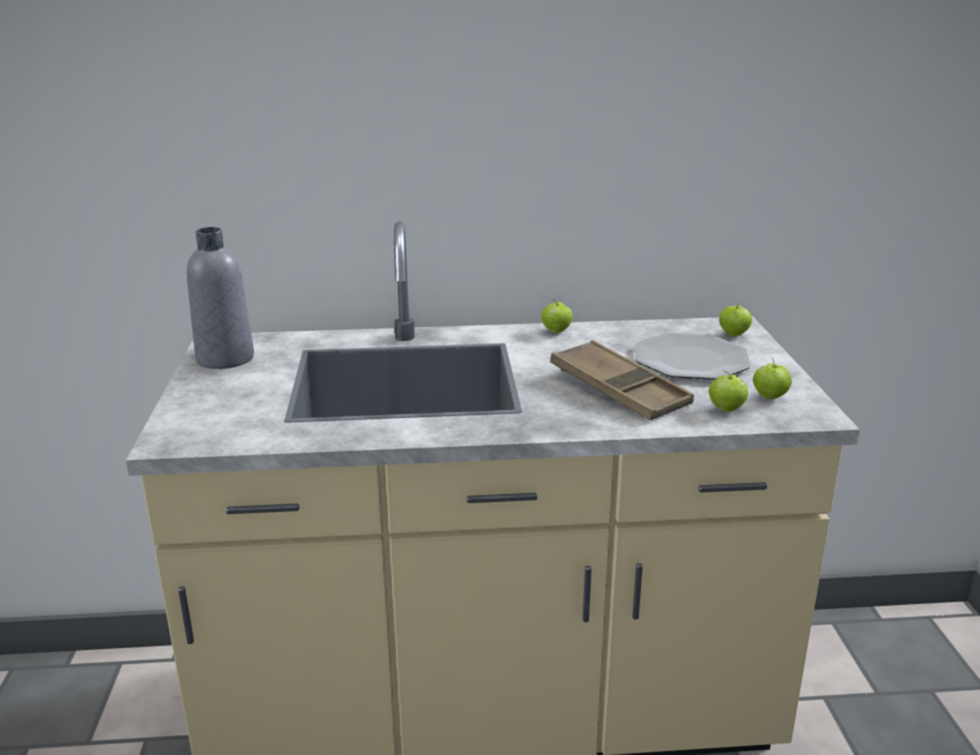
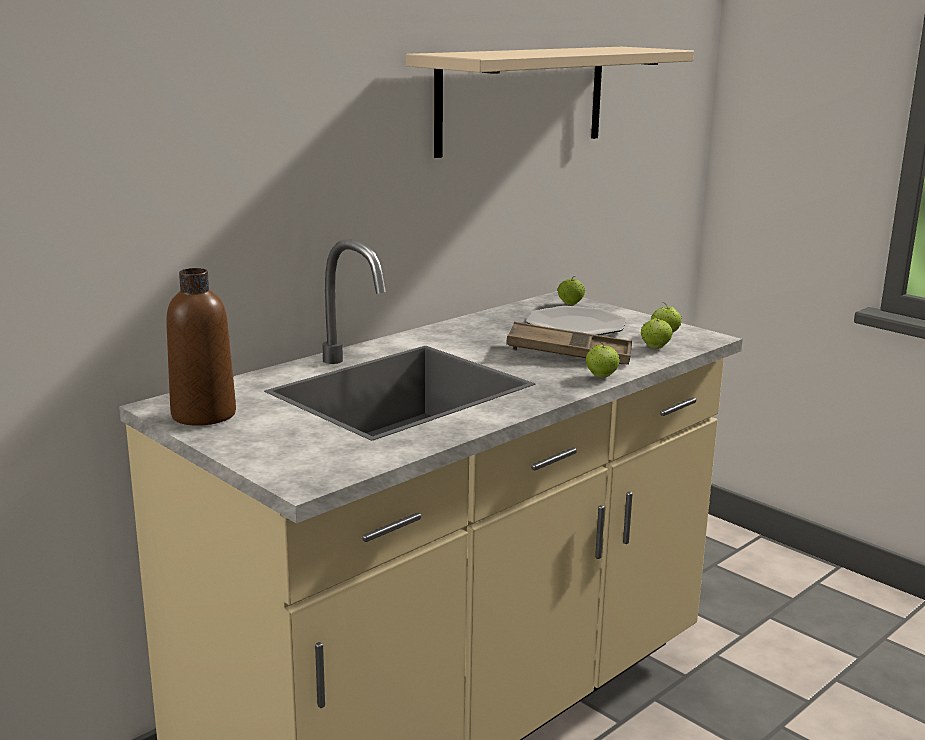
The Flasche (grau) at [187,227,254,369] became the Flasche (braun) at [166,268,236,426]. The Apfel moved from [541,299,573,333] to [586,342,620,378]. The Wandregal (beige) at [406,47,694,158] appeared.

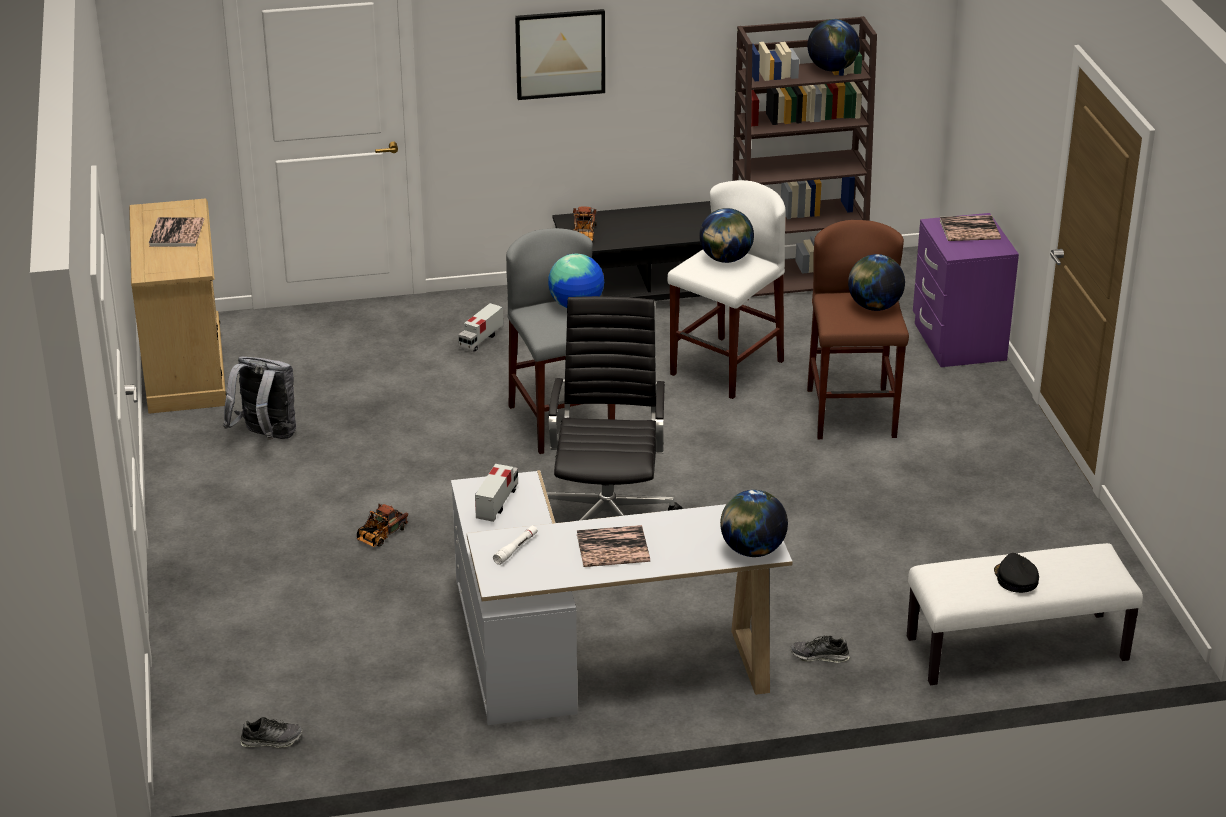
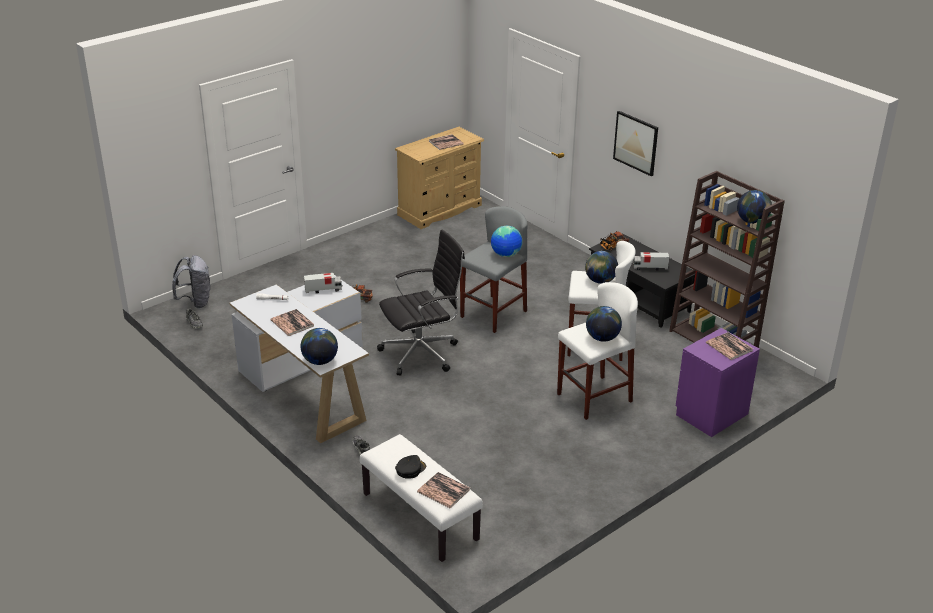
The Hocker (braun) at [807,220,909,439] became the Hocker (weiß) at [557,282,638,420]. The Spielzeuglaster moved from [458,303,503,352] to [633,252,669,271]. The Rucksack (grau) moved from [223,357,296,440] to [172,255,210,308]. The Buch at [417,472,470,508] appeared.

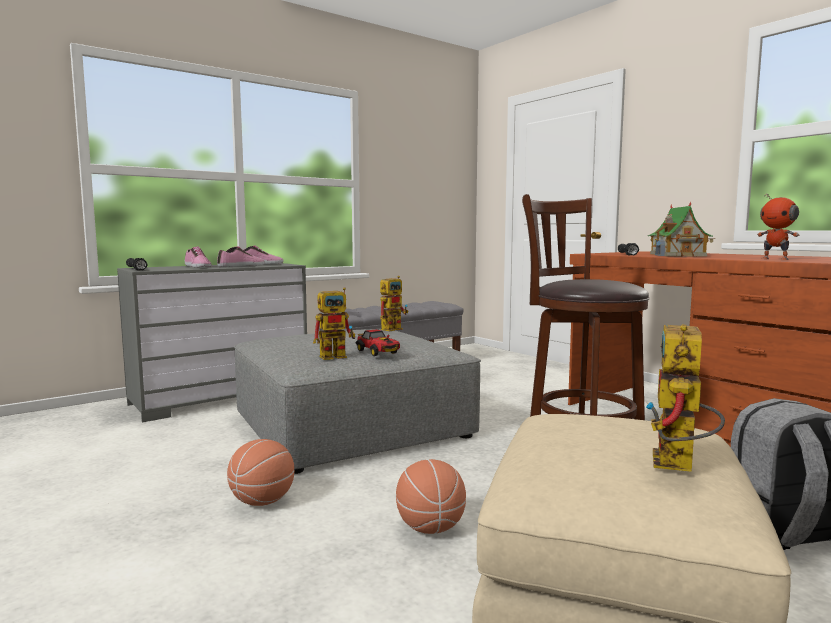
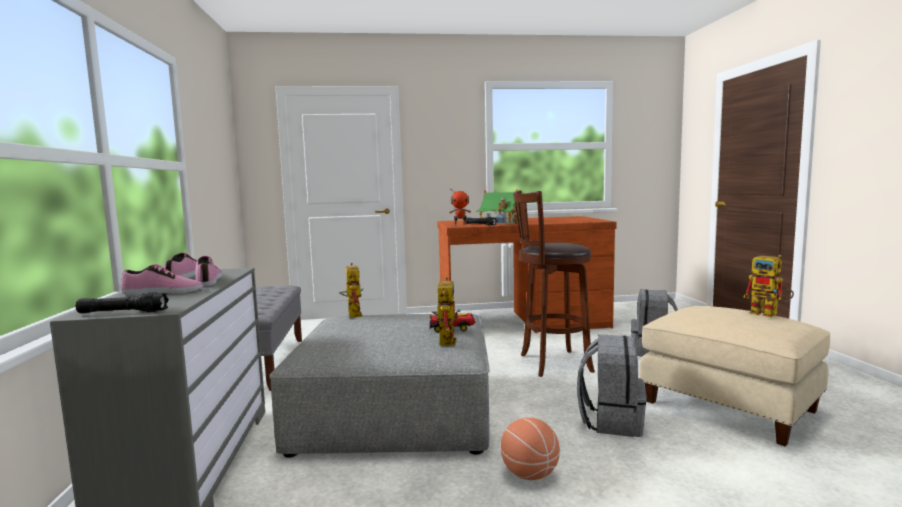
The Spielzeugroboter moved from [757,193,799,260] to [449,188,471,226]. The Basketball at [396,459,466,534] was replaced by the Rucksack (grau) at [577,334,647,437].

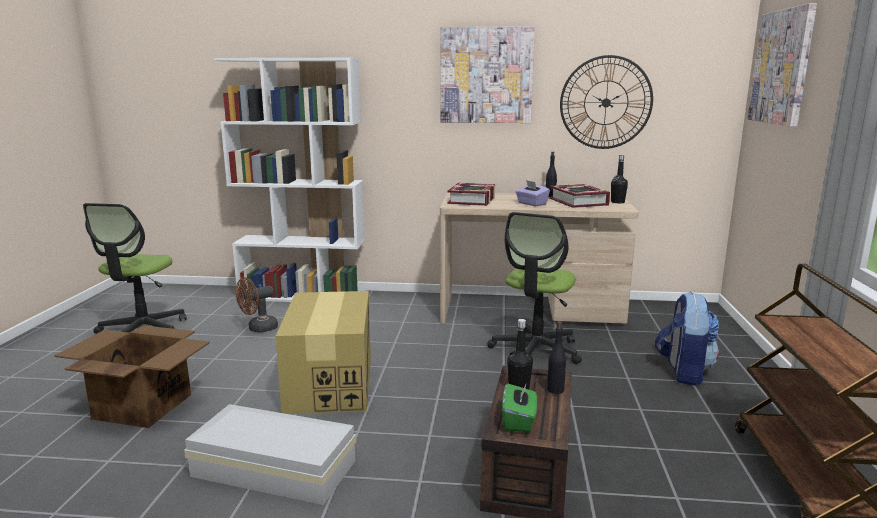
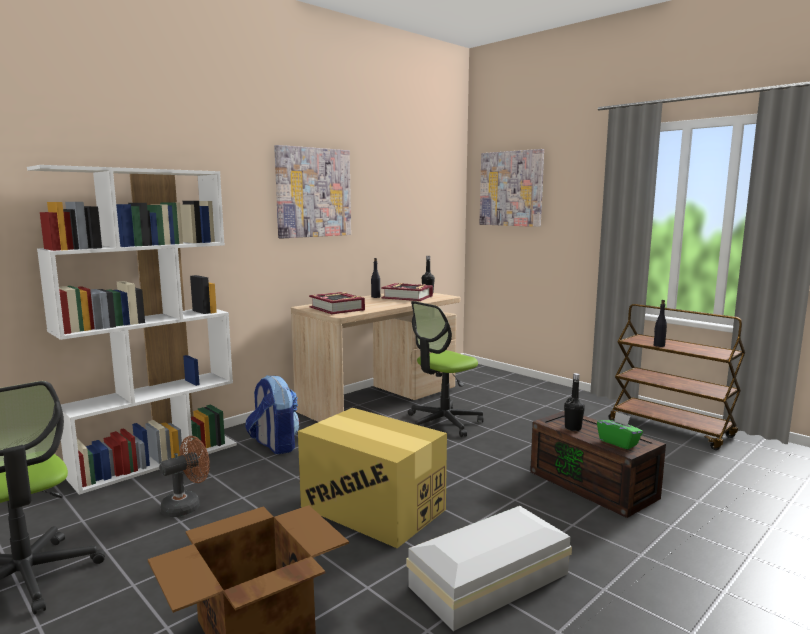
The Wanduhr at [560,55,653,149] disappeared. The Taschentuchbox (lila) at [516,180,550,206] disappeared. The Bürostuhl at [487,212,582,364] turned 75 degrees clockwise. The Ventilator (braun) at [236,277,278,332] turned 135 degrees counterclockwise. The Rucksack moved from [655,292,719,385] to [245,375,299,454]. The Flasche (schwarz) moved from [547,321,566,394] to [654,300,667,347].

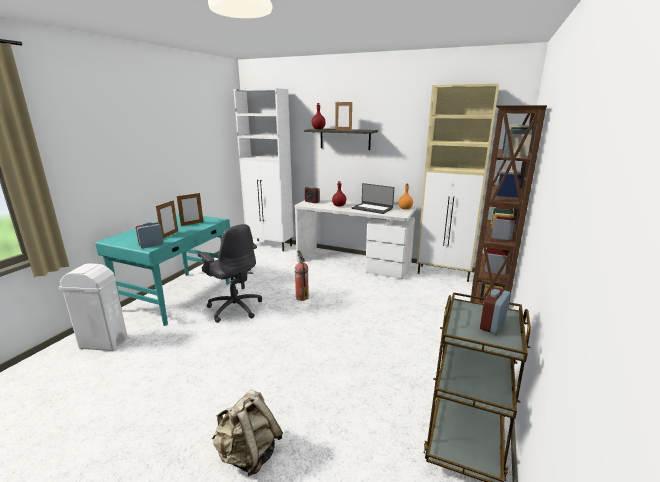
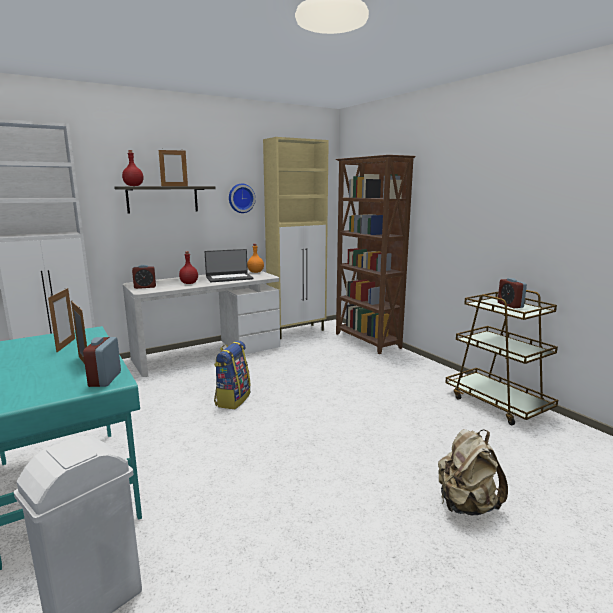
The Bürostuhl (grau) at [198,224,262,323] disappeared. The Feuerlöscher at [295,250,309,301] was replaced by the Rucksack at [214,340,250,409]. The Wanduhr at [229,184,256,213] appeared.

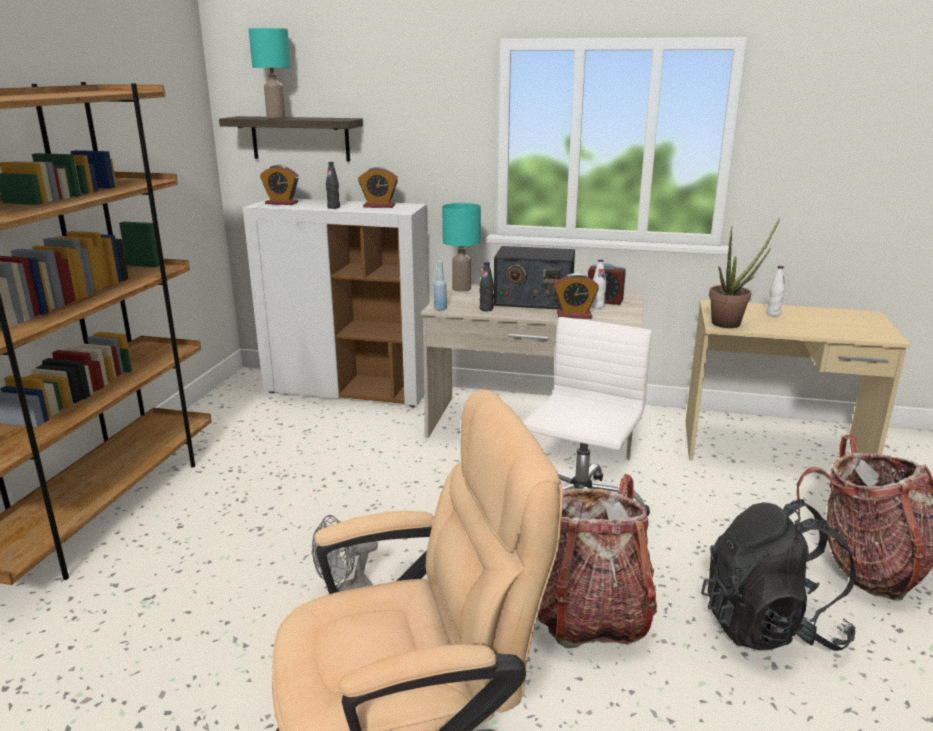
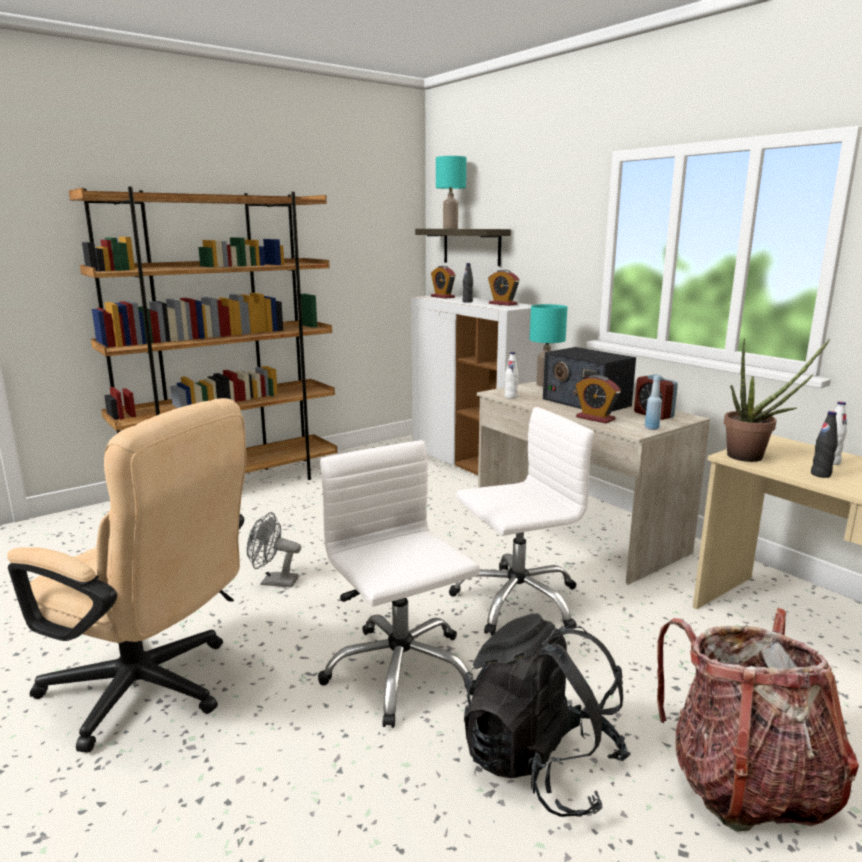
The Flasche (weiß) moved from [591,259,606,309] to [505,352,519,399]. The Flasche (blau) moved from [434,261,447,310] to [645,375,662,430]. The Flasche (schwarz) moved from [480,261,494,311] to [811,411,838,478]. The Rucksack at [538,474,657,648] was replaced by the Bürostuhl (weiß) at [318,440,480,728].

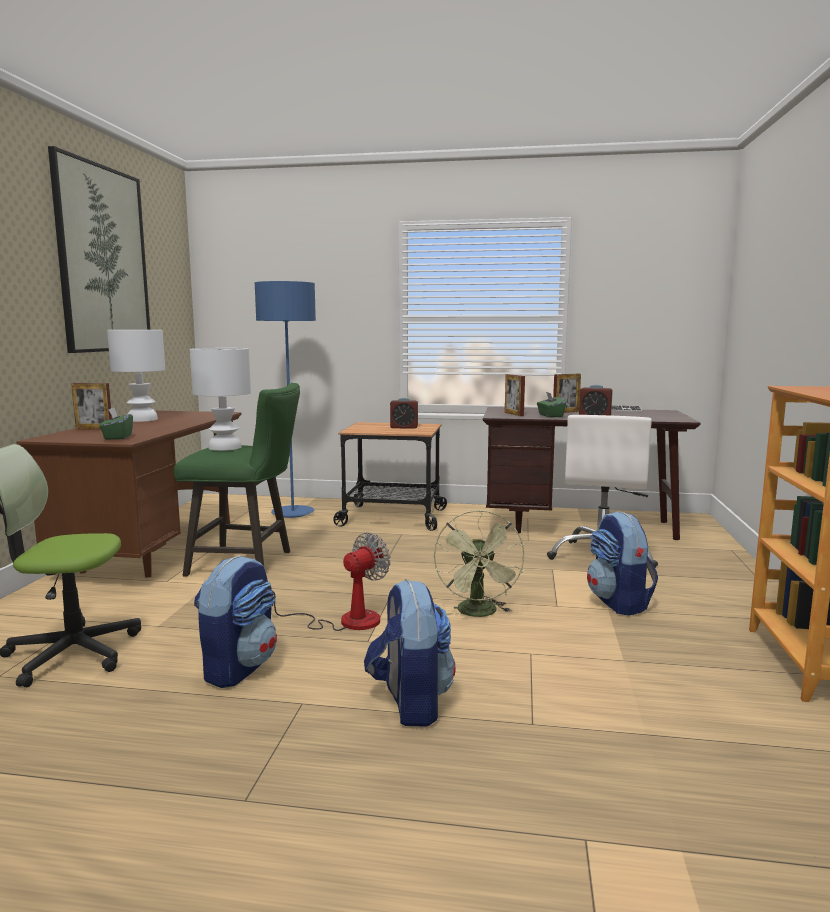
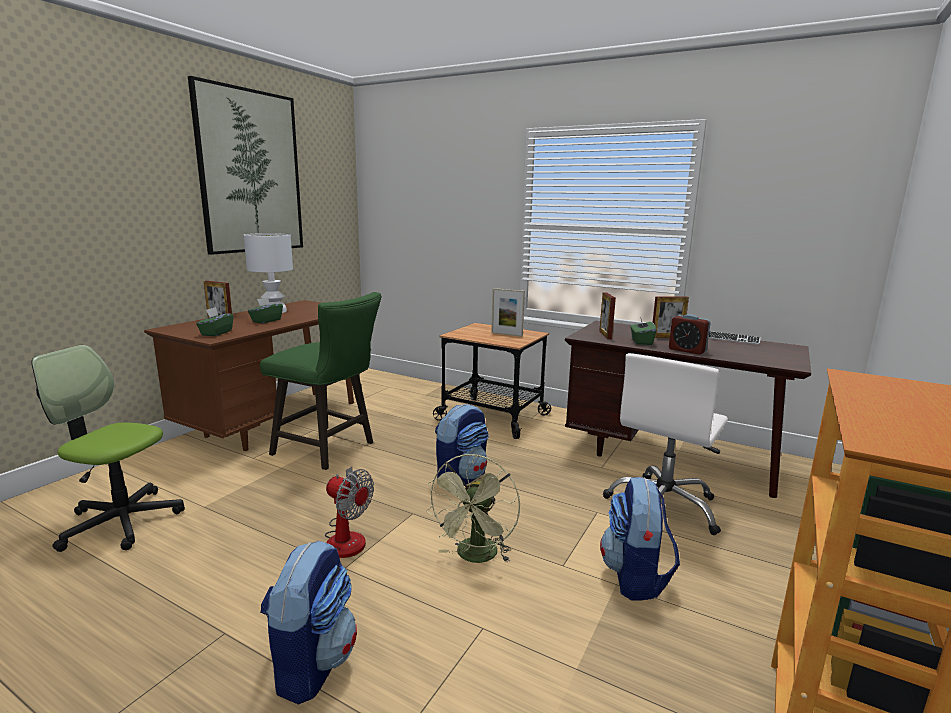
The Stehlampe (blau) at [255,281,316,518] disappeared. The Tischlampe (weiß) at [190,348,251,451] disappeared. The Wecker at [390,398,418,428] was replaced by the Bilderrahmen at [491,288,525,337]. The Ventilator at [272,532,391,631] turned 60 degrees clockwise. The Rucksack moved from [194,555,277,688] to [435,403,489,485]. The Taschentuchbox (grün) at [248,297,283,323] appeared.

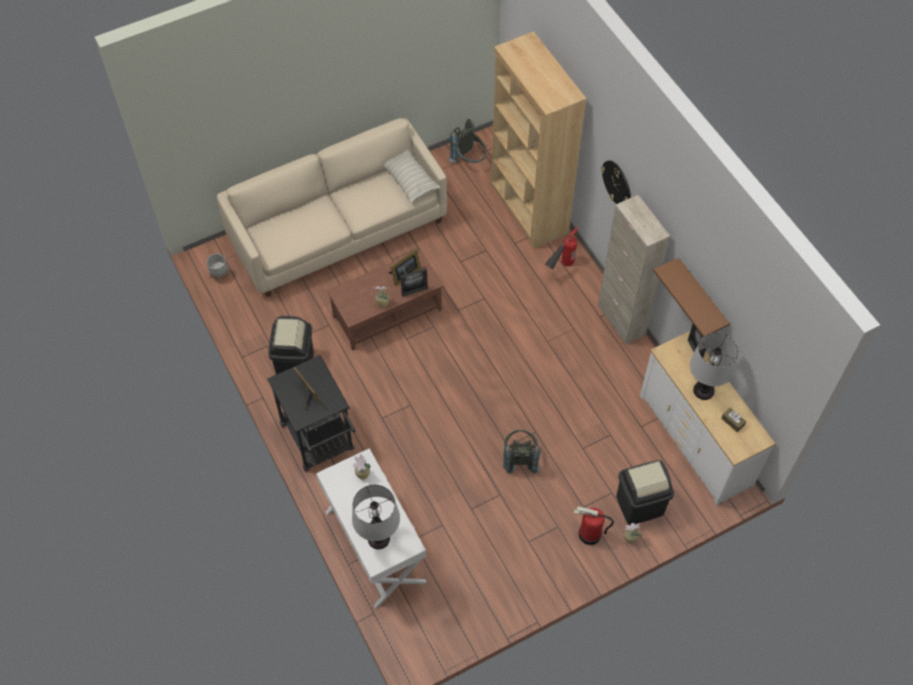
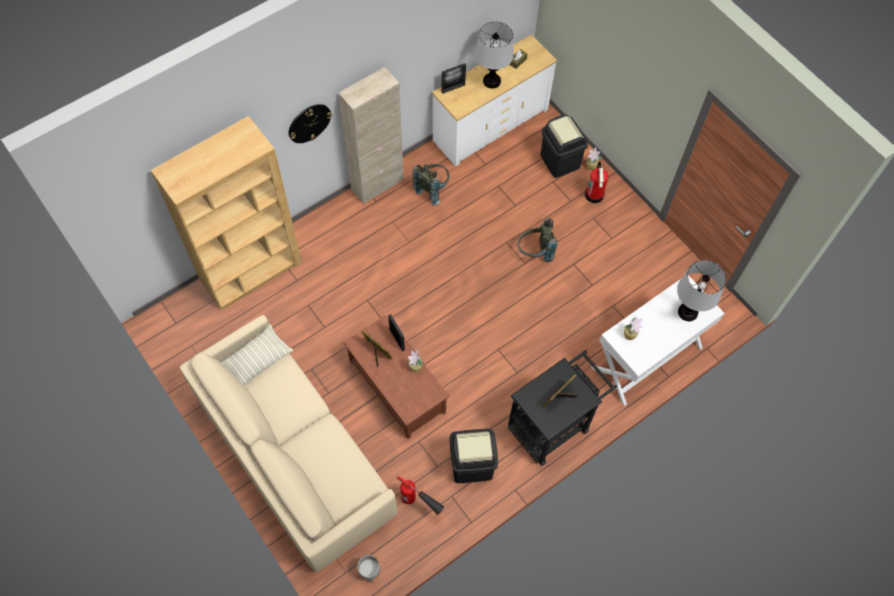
The Rucksack (grau) moved from [449,119,487,163] to [412,164,450,205]. The Feuerlöscher moved from [545,226,578,270] to [396,476,444,515]. The Wandregal (braun) at [653,258,730,337] disappeared.

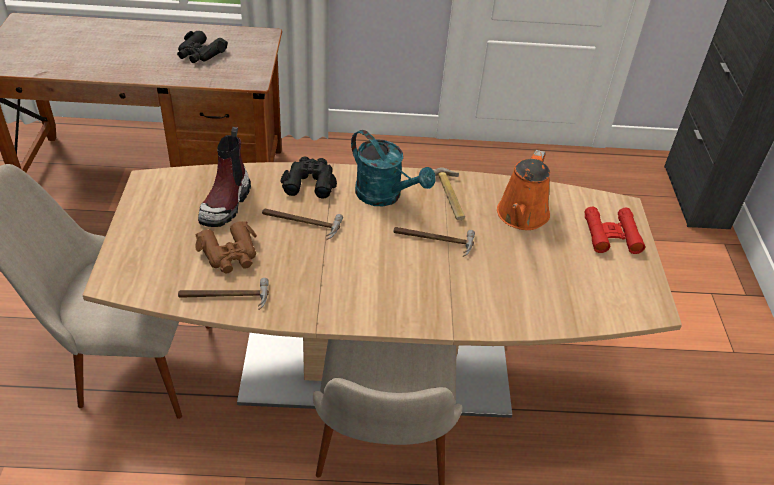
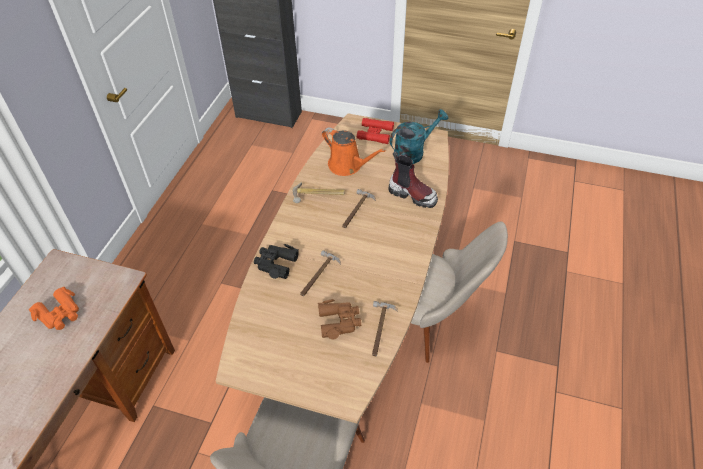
The Fernglas (schwarz) at [177,31,228,63] became the Fernglas (orange) at [29,287,79,330]. The Stiefel moved from [198,127,251,227] to [389,151,438,208]. The Gießkanne (türkis) moved from [351,130,436,206] to [390,109,448,164].

